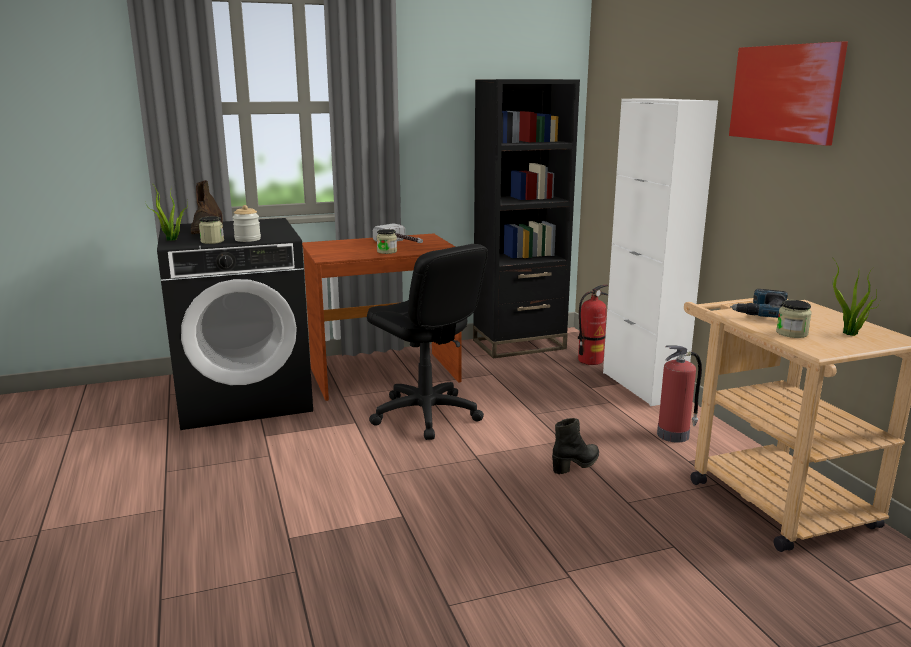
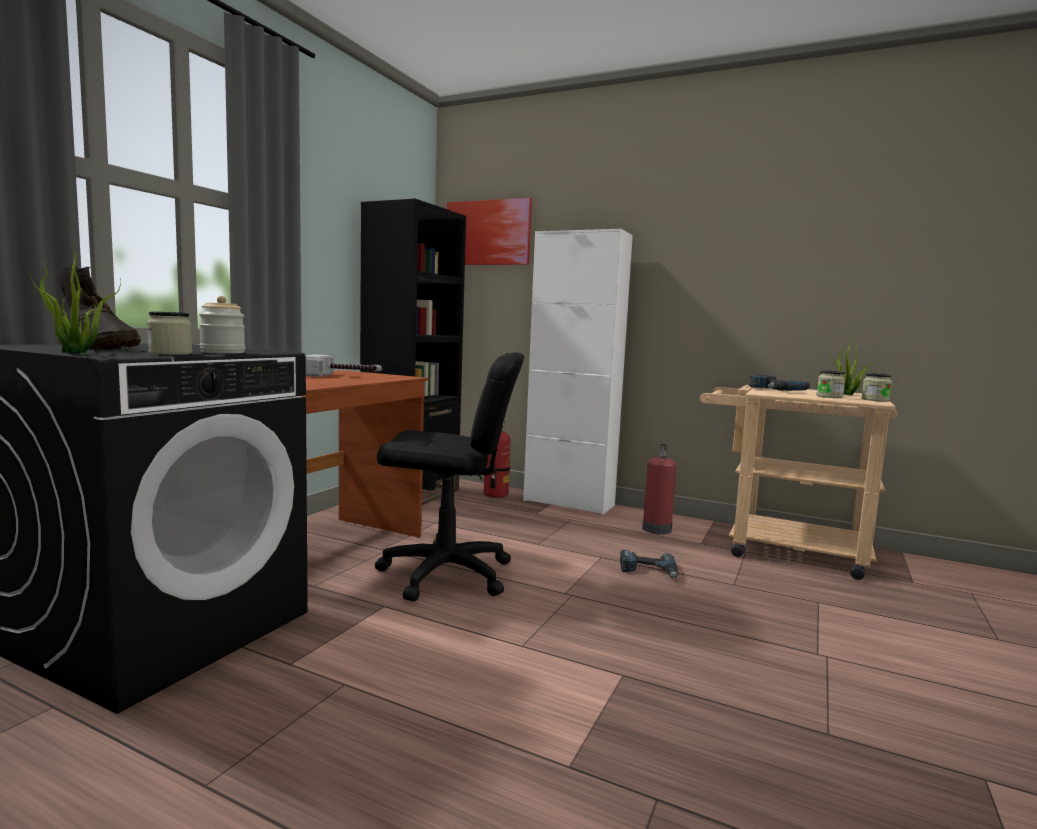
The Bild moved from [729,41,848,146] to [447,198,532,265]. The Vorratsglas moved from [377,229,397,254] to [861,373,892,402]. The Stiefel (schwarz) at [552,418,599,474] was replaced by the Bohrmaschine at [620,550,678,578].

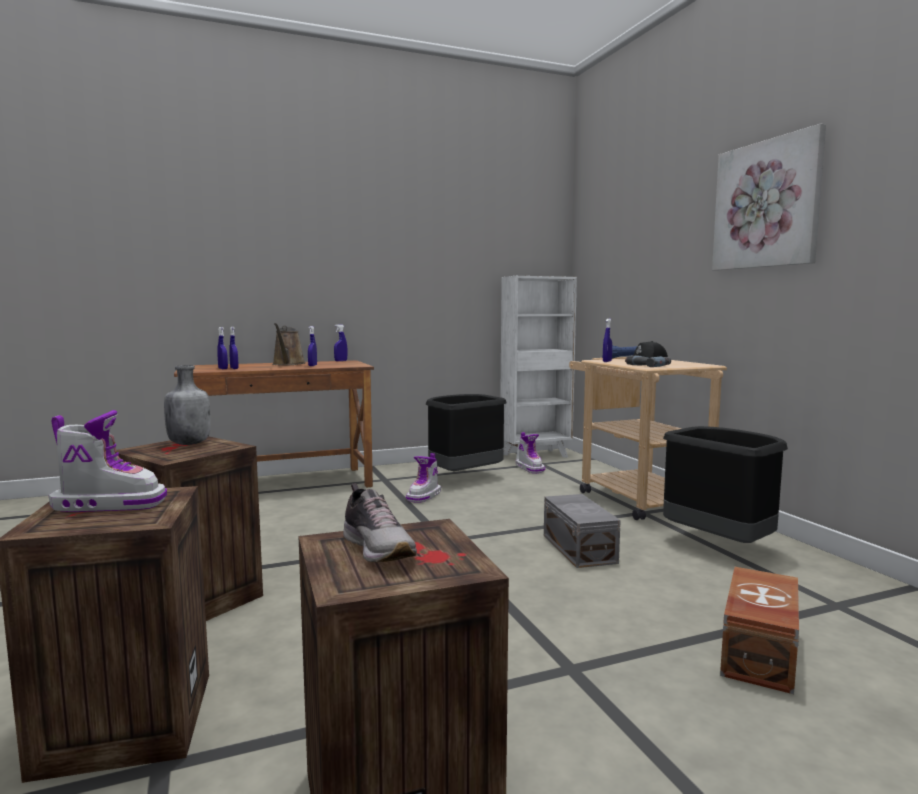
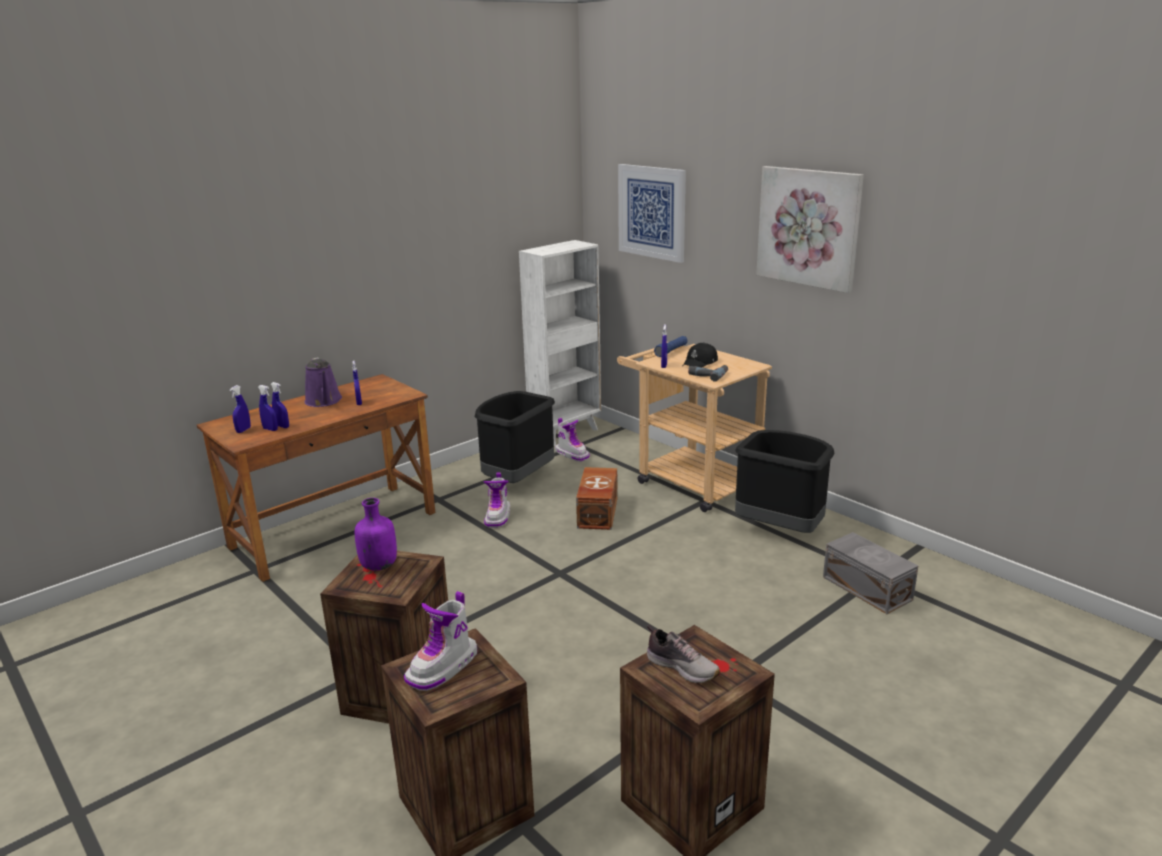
The Gießkanne (braun) at [272,323,305,366] became the Gießkanne (lila) at [305,357,342,407]. The Sprühflasche (blau) moved from [334,324,348,361] to [229,385,251,433]. The Flasche (grau) at [164,365,211,445] became the Flasche (lila) at [355,498,397,571]. The Stiefel at [49,410,167,512] turned 150 degrees clockwise. The Aufbewahrungsbox (grau) moved from [544,494,621,568] to [823,532,918,614]. The Aufbewahrungsbox (braun) moved from [720,567,799,694] to [576,467,618,530]. The Bild at [618,164,686,263] appeared.

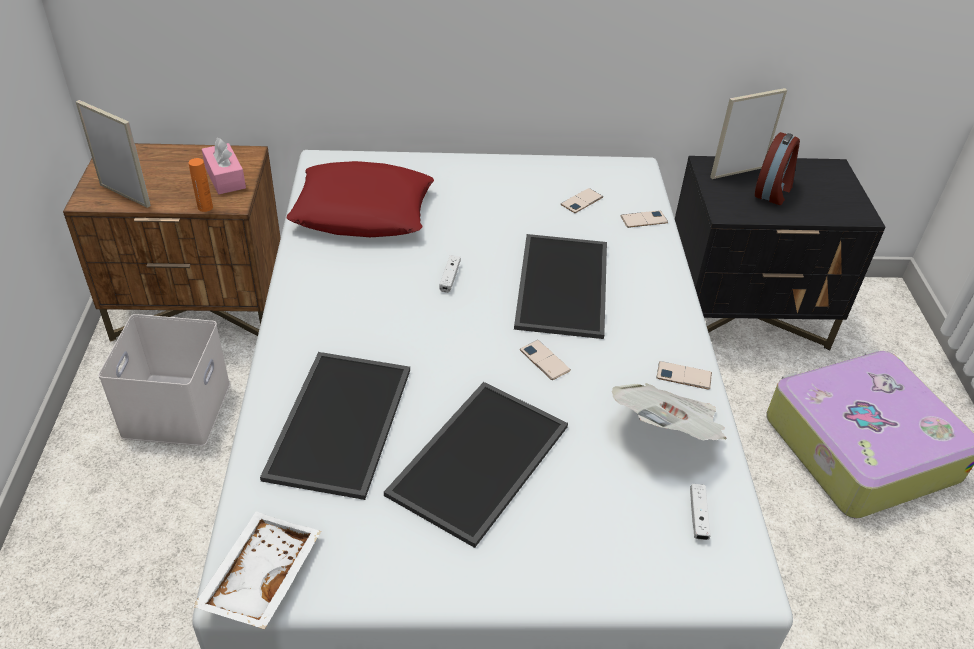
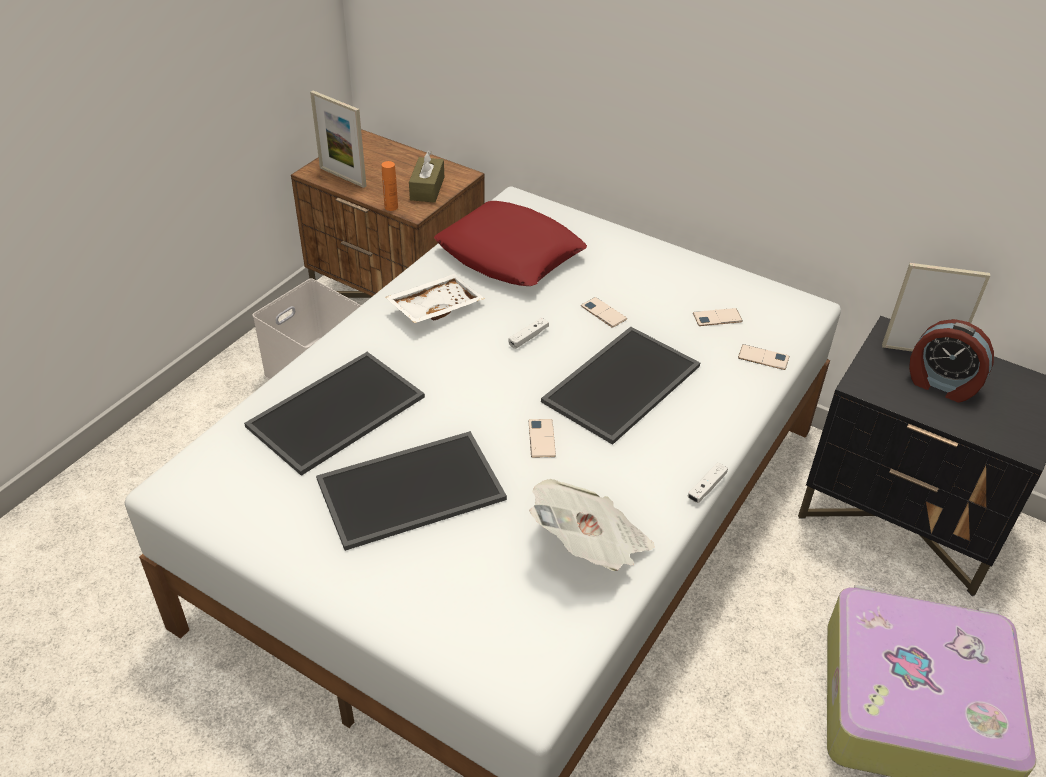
The Bilderrahmen at [76,100,151,208] turned 150 degrees clockwise. The Wecker at [755,132,800,205] turned 60 degrees clockwise. The Taschentuchbox (rosa) at [202,137,246,194] became the Taschentuchbox (braun) at [409,150,444,203]. The Handy moved from [656,361,712,390] to [581,297,627,328]. The Gamepad (weiß) moved from [690,484,711,540] to [687,462,728,503]. The Tablett (weiß) moved from [192,511,321,630] to [385,274,485,323].

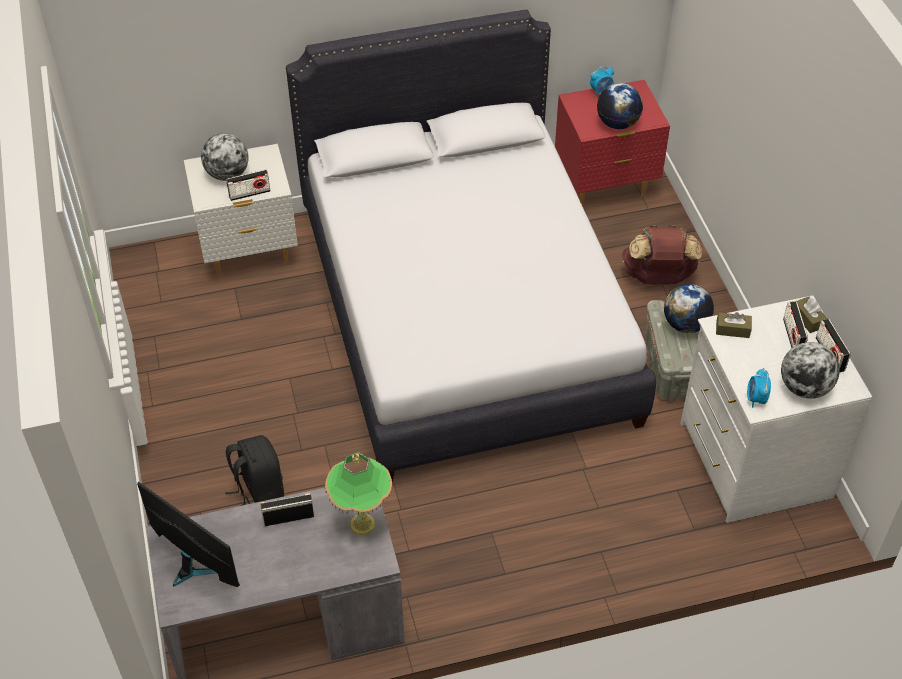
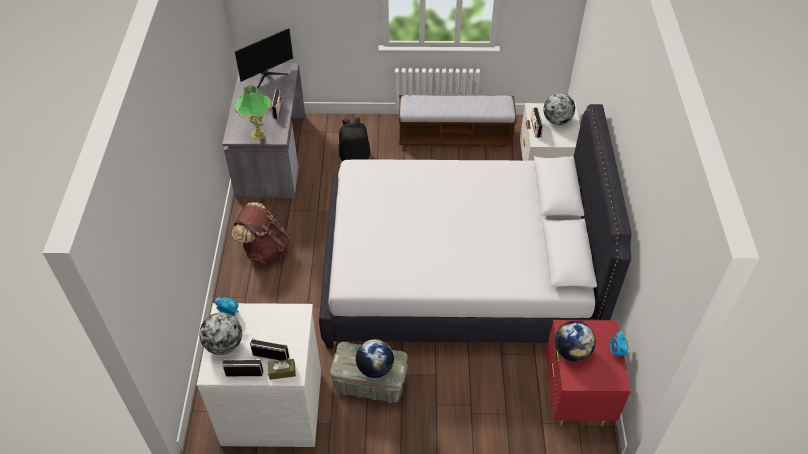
The Rucksack (braun) moved from [622,225,702,285] to [232,202,290,264]. The Taschentuchbox (braun) at [716,312,752,338] disappeared. The Bank at [399,95,517,147] appeared.

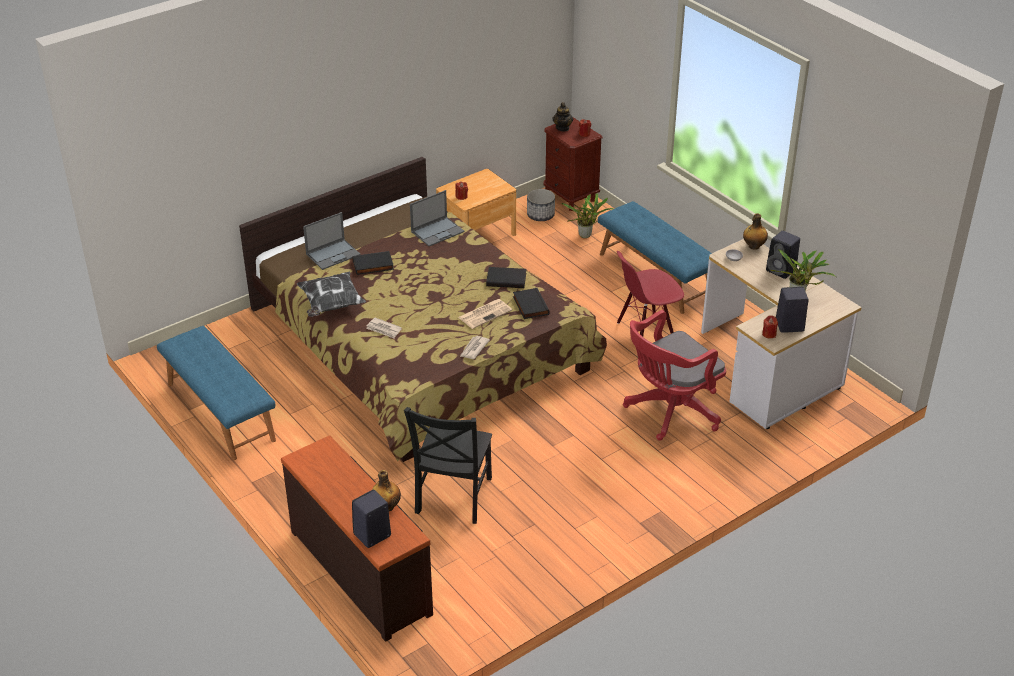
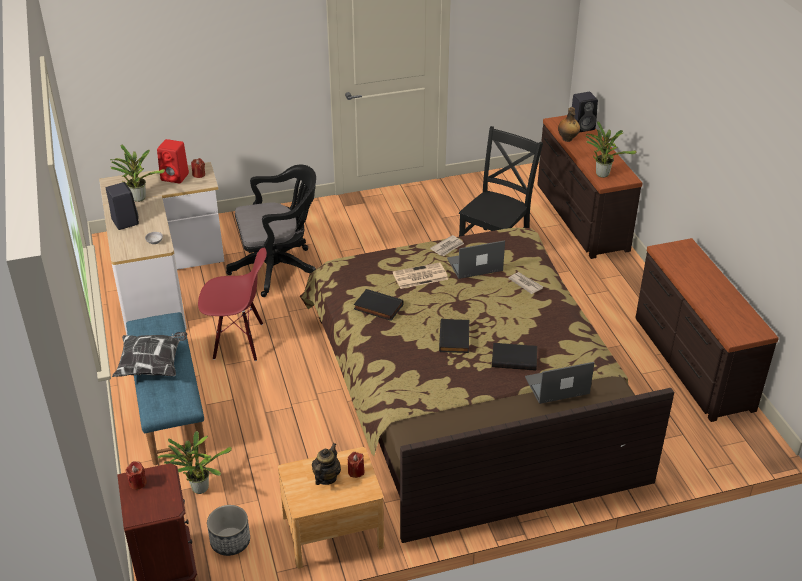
The Teekanne moved from [552,102,573,131] to [312,443,341,485]. The Laptop moved from [410,190,465,246] to [447,240,505,279]. The Flasche at [743,213,768,250] disappeared. The Kissen moved from [297,272,366,317] to [112,332,187,377]. The Lautsprecher (schwarz) at [776,287,808,333] became the Lautsprecher (rot) at [157,139,189,184]. The Buch (schwarz) moved from [513,288,550,319] to [439,319,469,353]. The Bürostuhl (rot) at [623,310,726,441] became the Bürostuhl (schwarz) at [226,165,316,297]. The Bank (blau) at [157,326,276,460] was replaced by the Kommode (braun) at [635,238,779,422]. The Topfpflanze at [585,121,636,178] appeared.

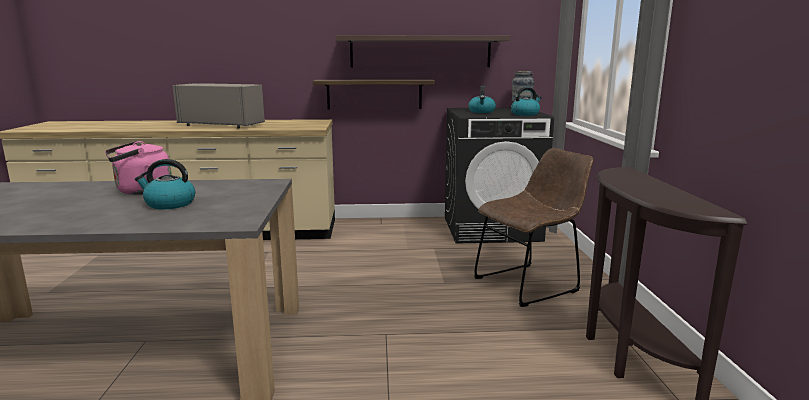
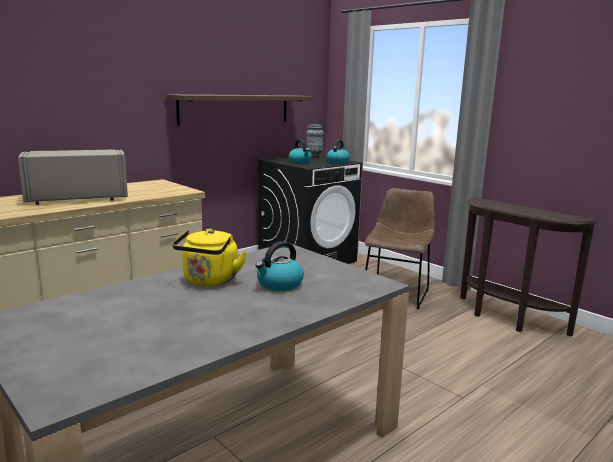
The Wandregal at [313,79,435,109] disappeared. The Wasserkessel (rosa) at [105,141,171,195] became the Wasserkessel (gelb) at [172,229,247,286].

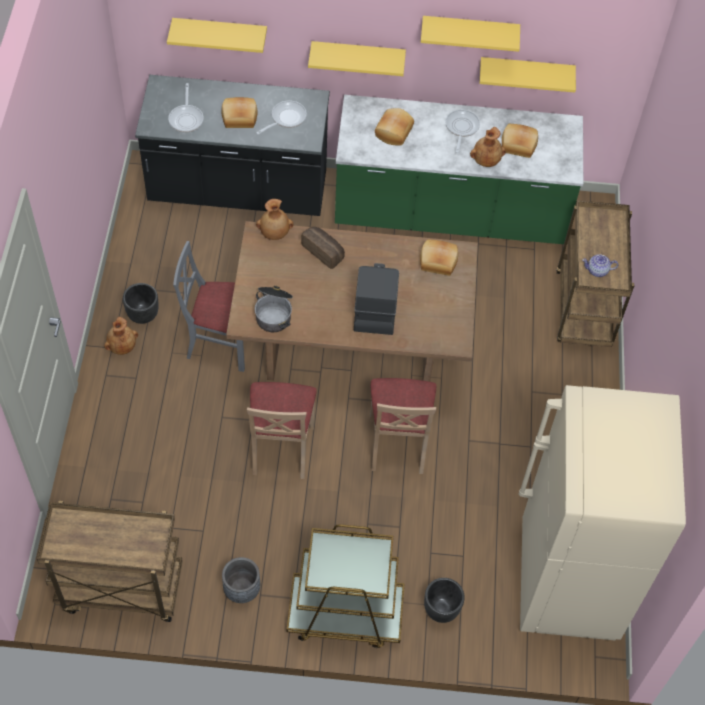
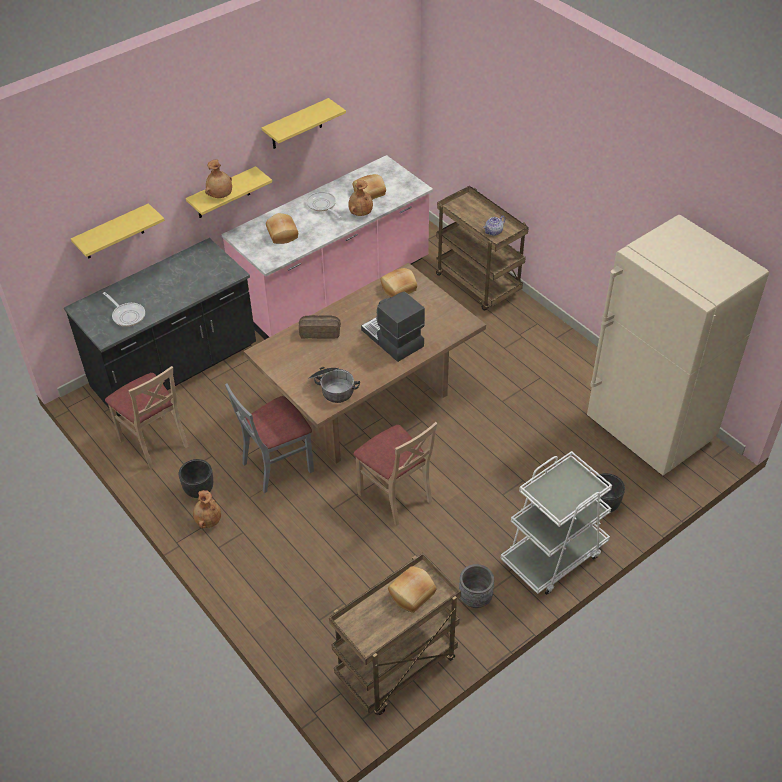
The Wandregal (gelb) at [480,57,576,93] disappeared. The Küchenzeile (grün) at [335,95,583,244] became the Küchenzeile (rosa) at [221,155,433,339]. The Brot moved from [221,97,257,128] to [388,566,436,613]. The Pfanne at [256,100,307,135] disappeared. The Vase (braun) moved from [256,199,294,240] to [205,159,232,198]. The Stuhl (beige) moved from [370,378,436,474] to [105,366,189,469]. The Rollwagen (braun) at [286,524,405,648] became the Rollwagen (weiß) at [501,451,612,595].

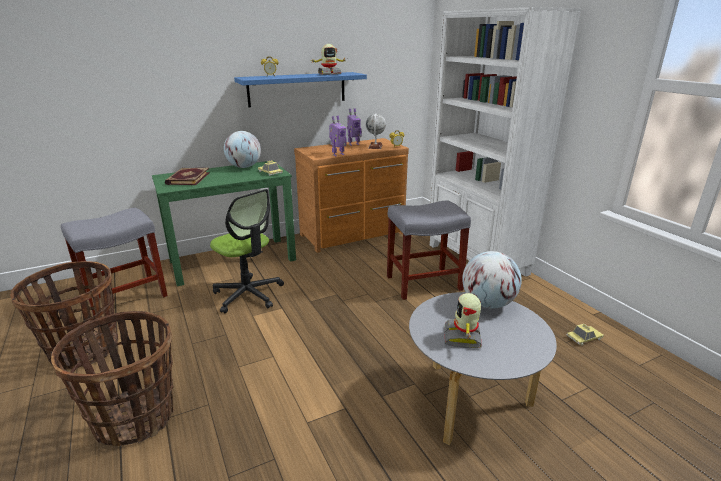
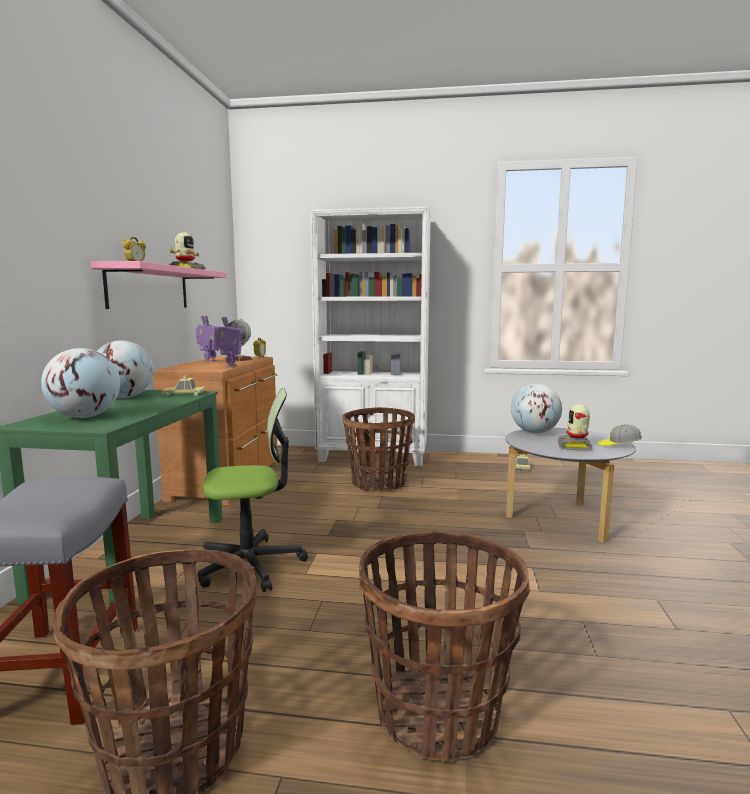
The Wandregal (blau) at [234,72,367,107] became the Wandregal (rosa) at [91,261,227,309]. The Buch at [165,168,210,185] was replaced by the Globus at [41,348,120,418]. The Hocker (grau) at [387,200,471,300] was replaced by the Korb at [343,407,415,491]. The Spielzeugroboter at [445,293,482,348] turned 60 degrees clockwise. The Kappe at [598,424,642,446] appeared.

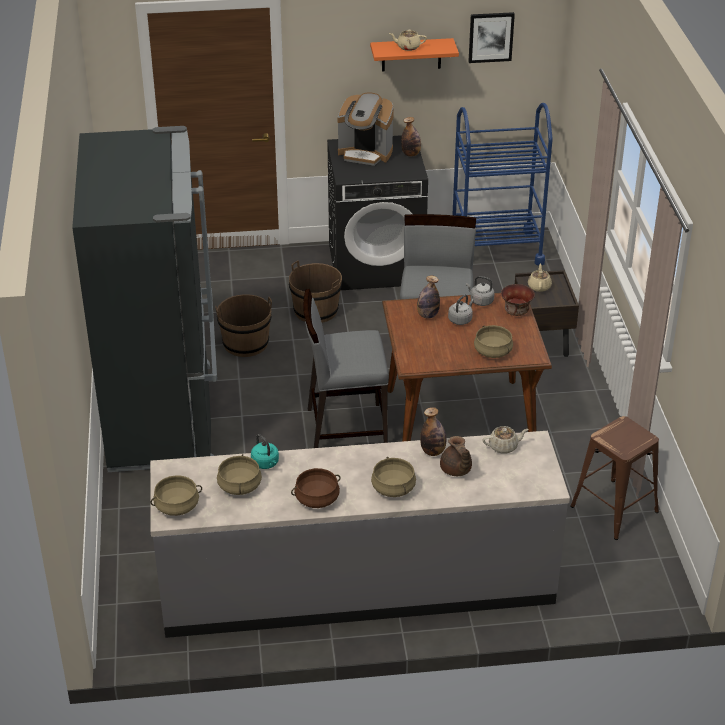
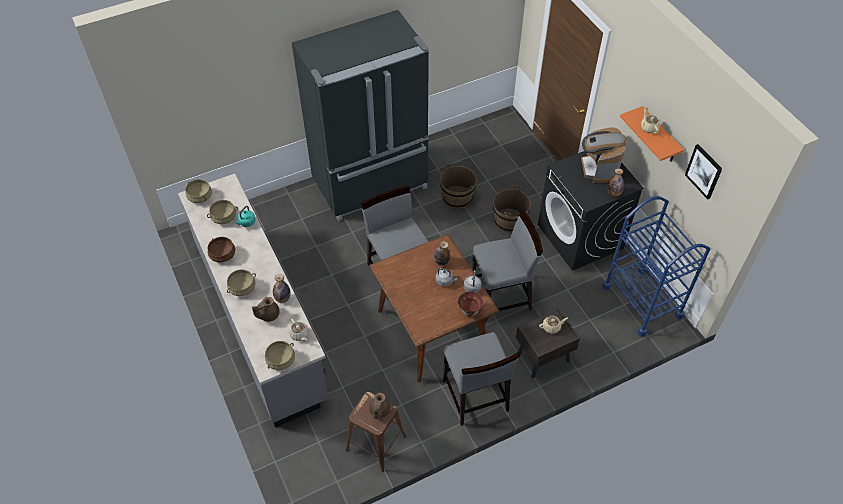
The Kochtopf (beige) moved from [474,325,513,358] to [265,341,295,370]. The Stuhl (grau) at [443,332,520,426] appeared. The Teekanne (braun) at [369,393,391,419] appeared.

